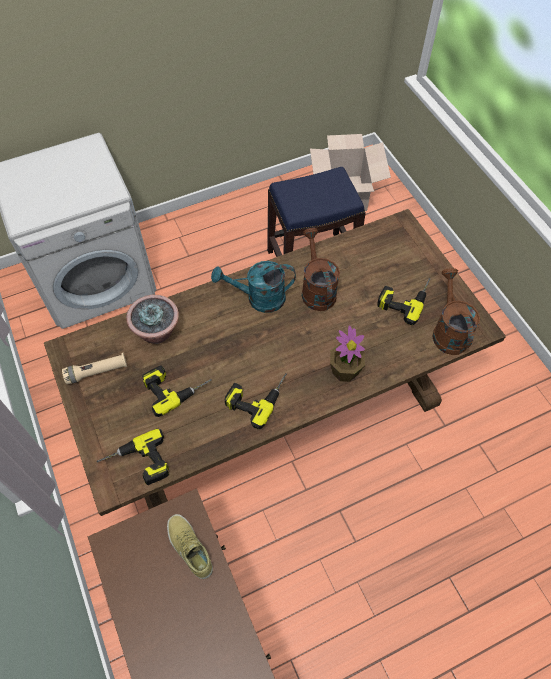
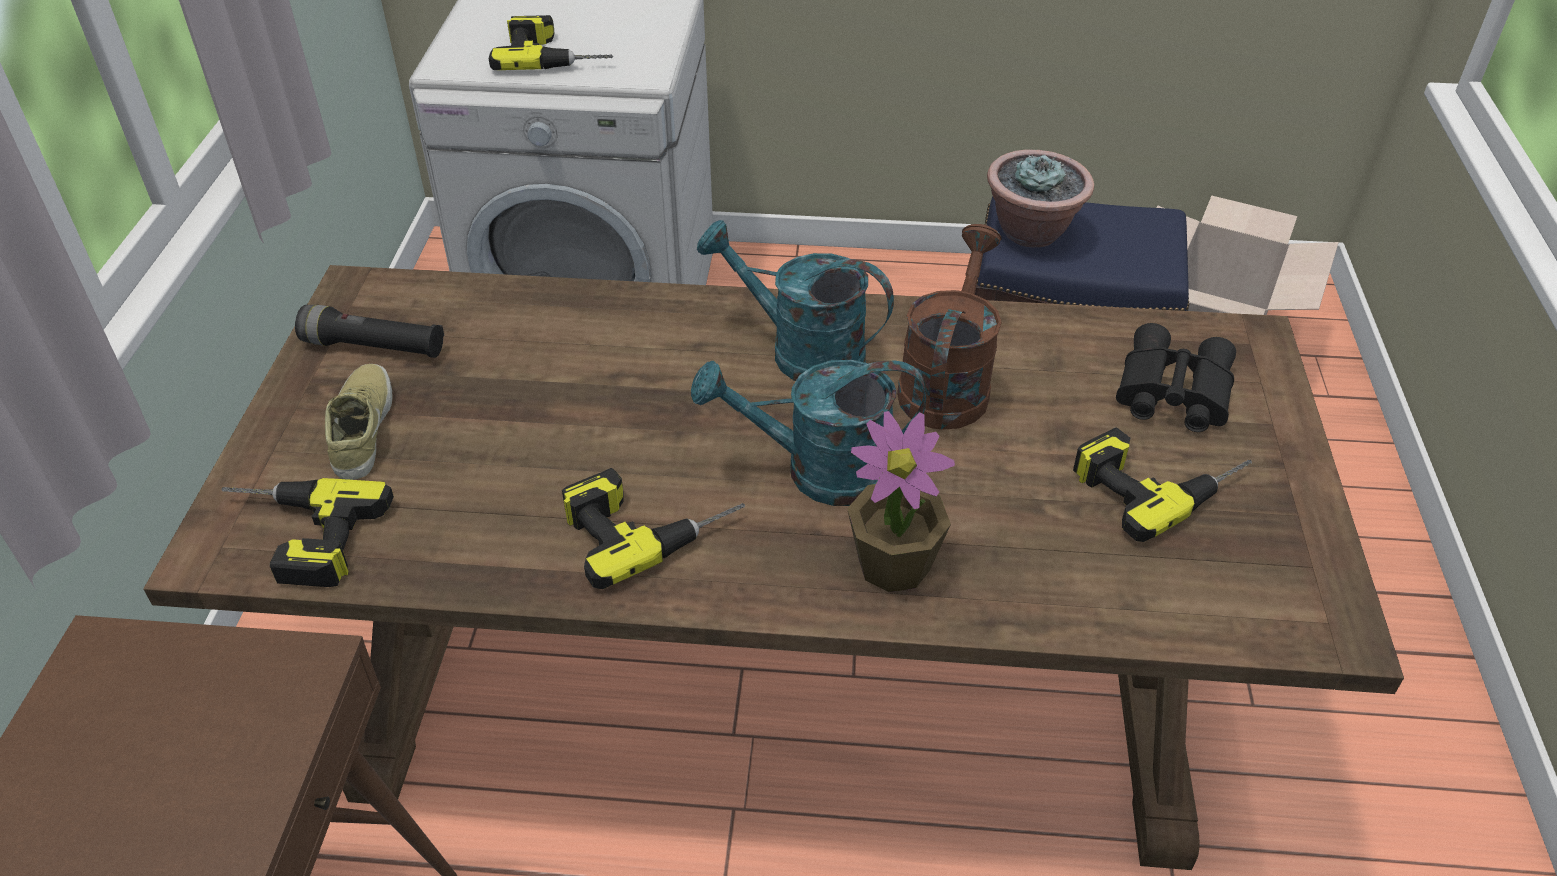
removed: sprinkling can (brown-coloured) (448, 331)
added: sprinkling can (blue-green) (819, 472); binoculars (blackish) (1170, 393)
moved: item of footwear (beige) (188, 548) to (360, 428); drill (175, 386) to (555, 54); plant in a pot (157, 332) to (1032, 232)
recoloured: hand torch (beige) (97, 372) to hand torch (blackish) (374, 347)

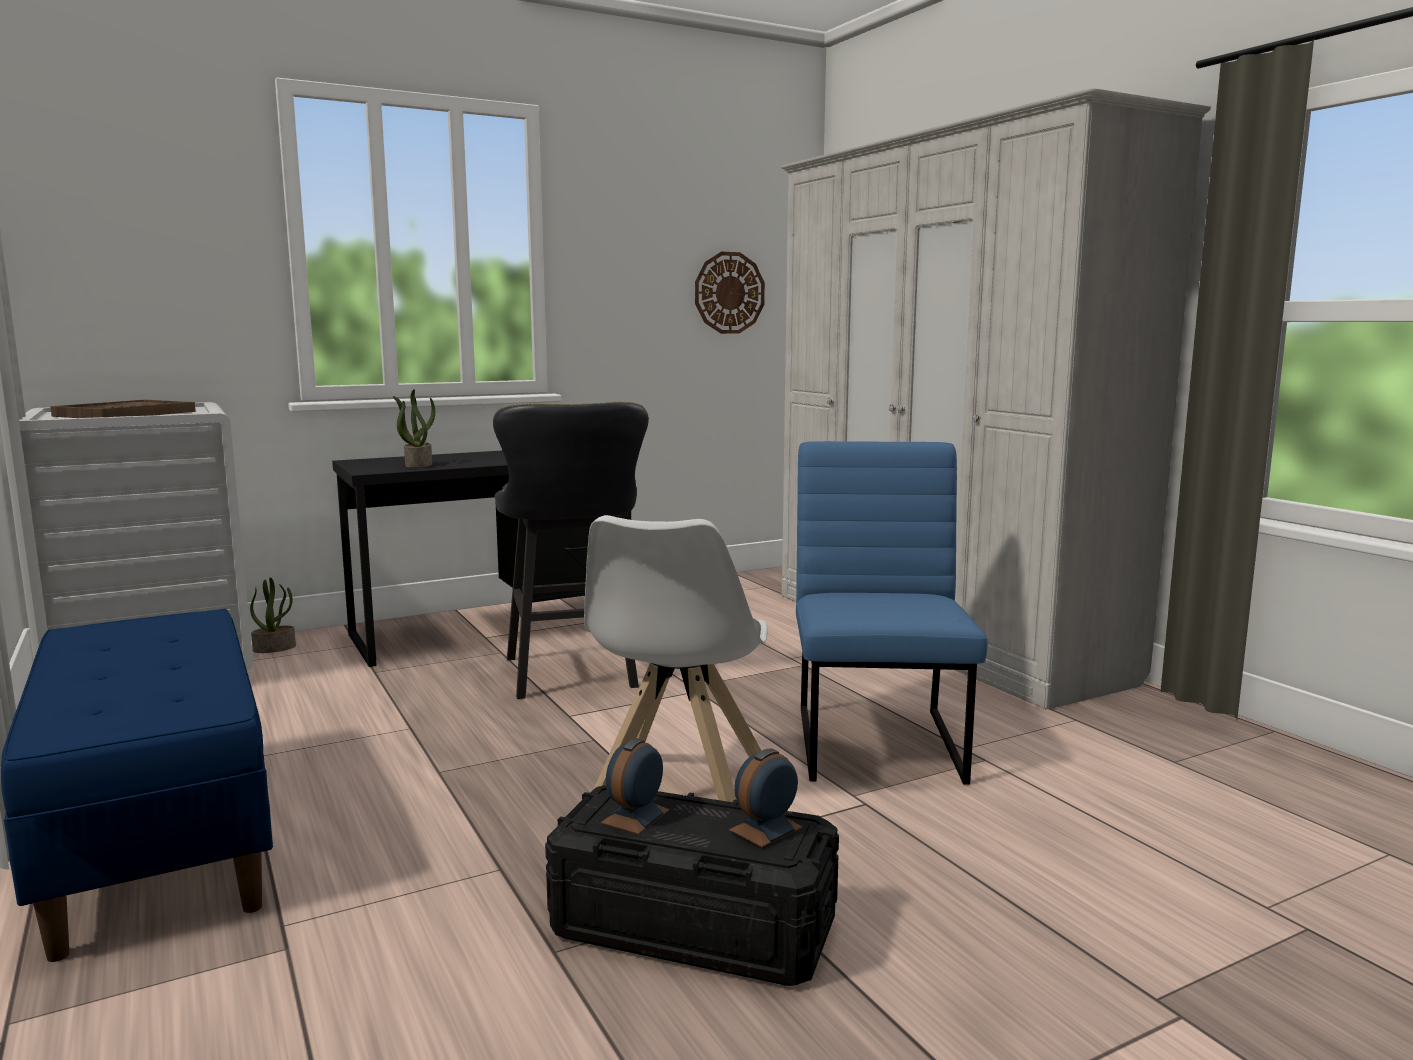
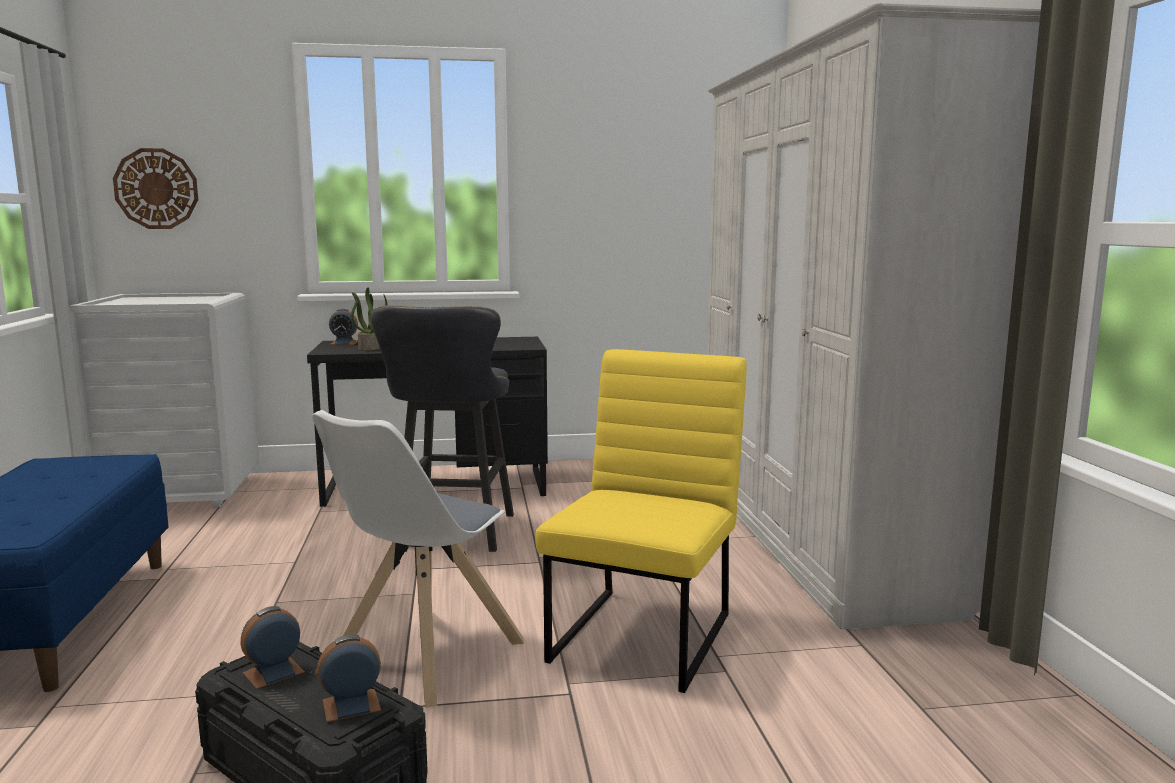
removed: serving tray (brown-coloured) (125, 414); plant in a pot (275, 648)
added: bedside clock (344, 343)
moved: wall clock (729, 293) to (156, 189)
recoloured: upright chair (blue) (878, 741) to upright chair (yellow-coloured) (645, 634)

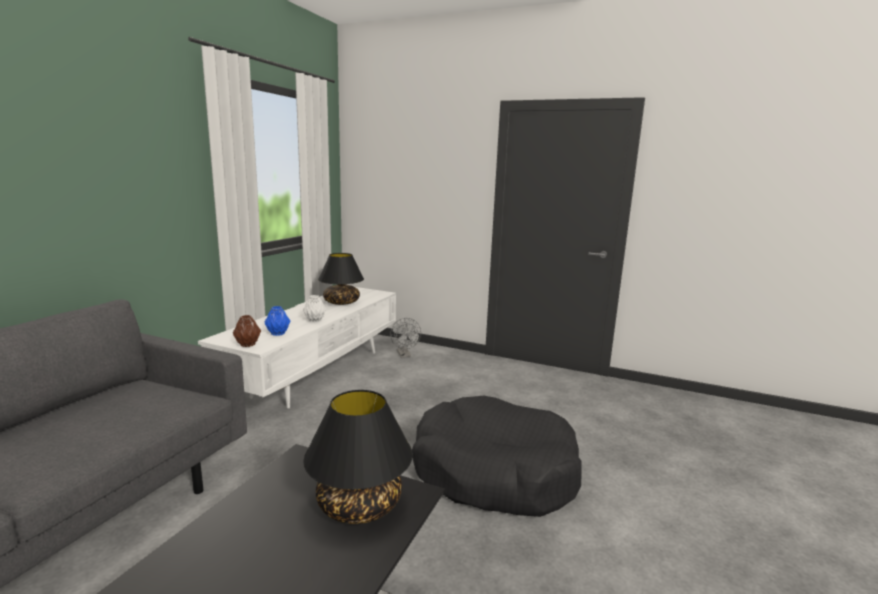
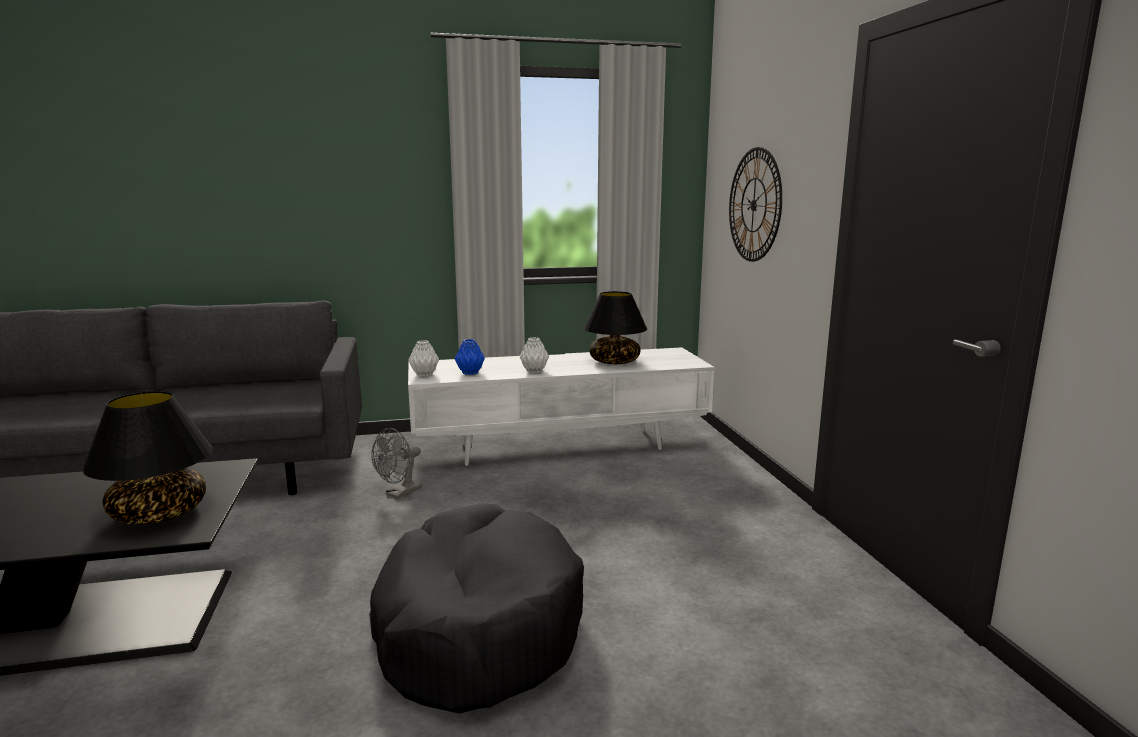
added: wall clock (754, 205)
moved: fan (gray) (404, 355) to (399, 493)
recoloured: flower vase (brown-coloured) (248, 345) to flower vase (white) (424, 374)

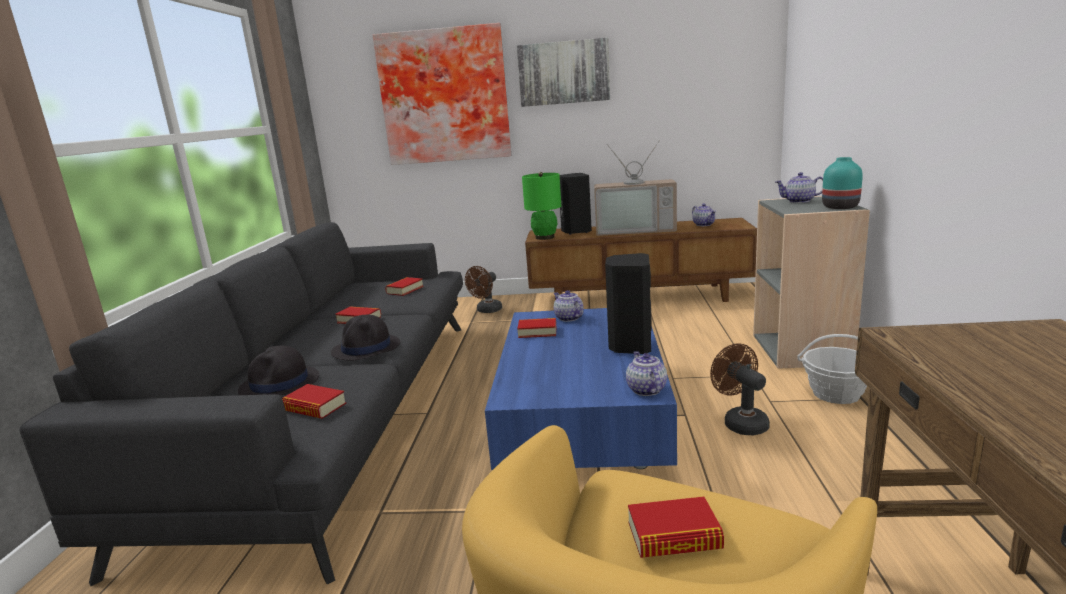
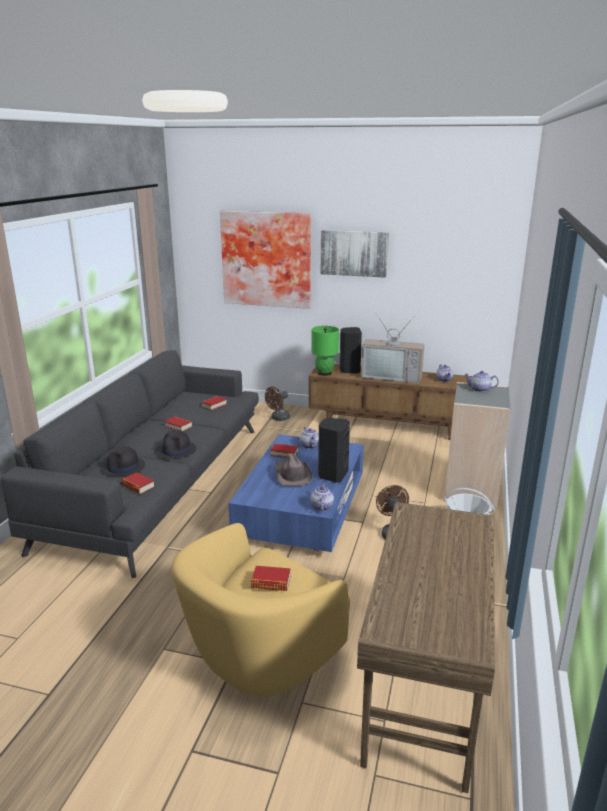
removed: flower vase (blue-green) (839, 207)
added: clothing hat (brown-coloured) (292, 475)

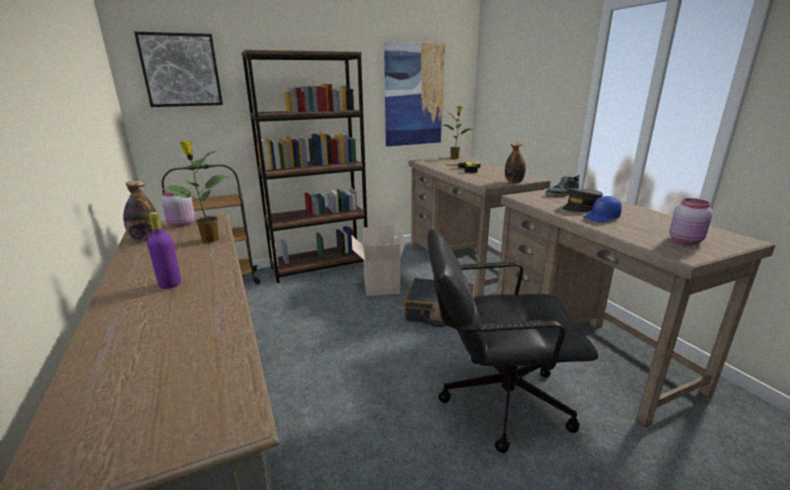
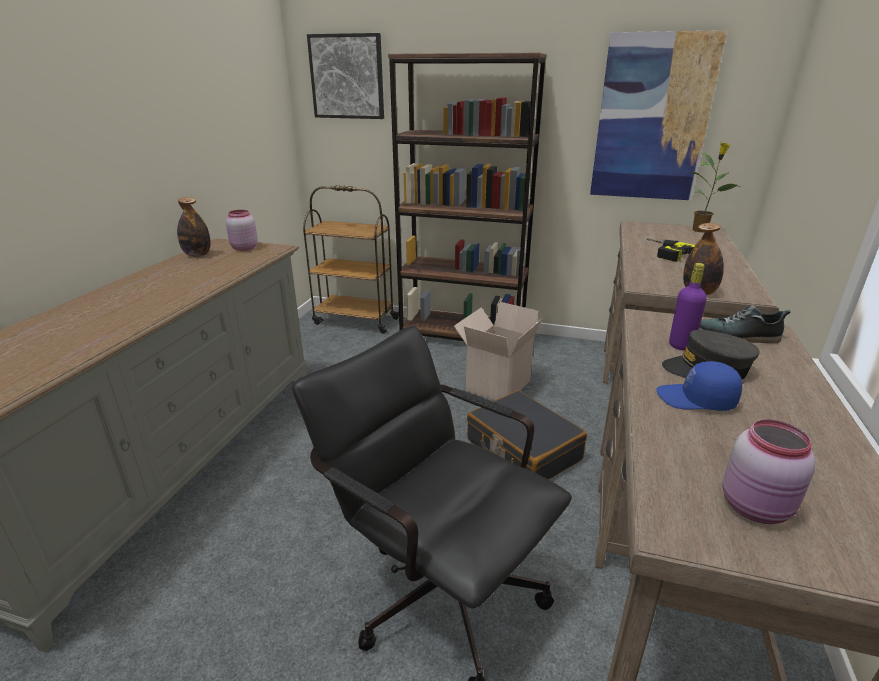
removed: plant in a pot (209, 240)
moved: bottle (purple) (170, 284) to (680, 345)

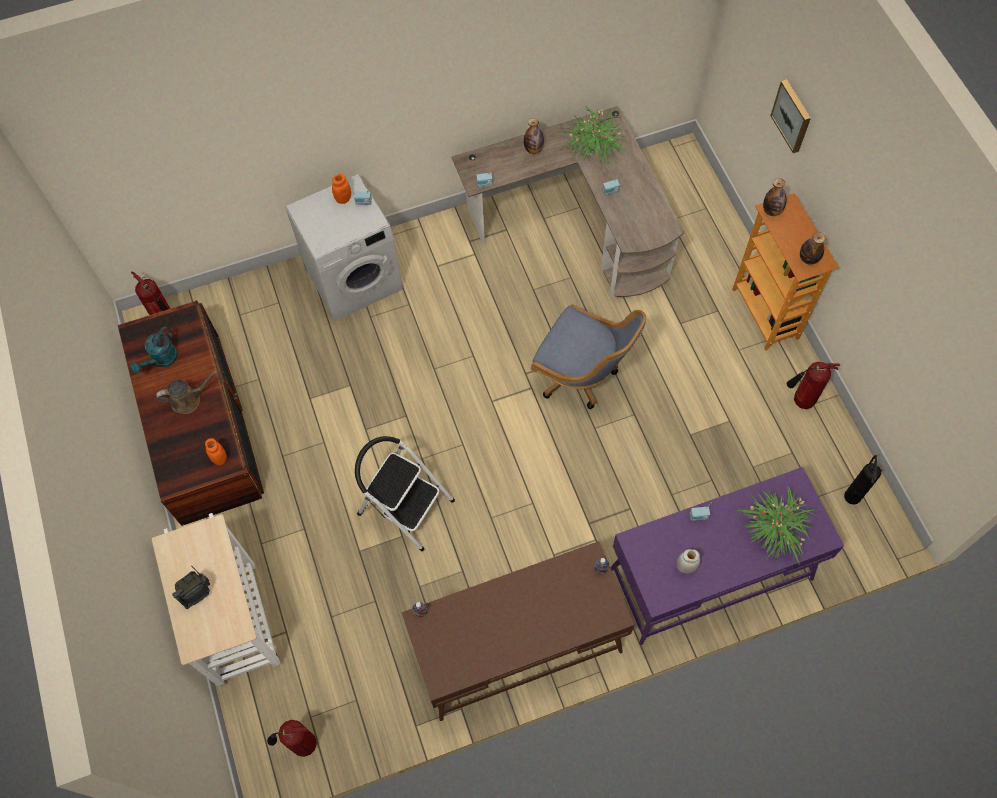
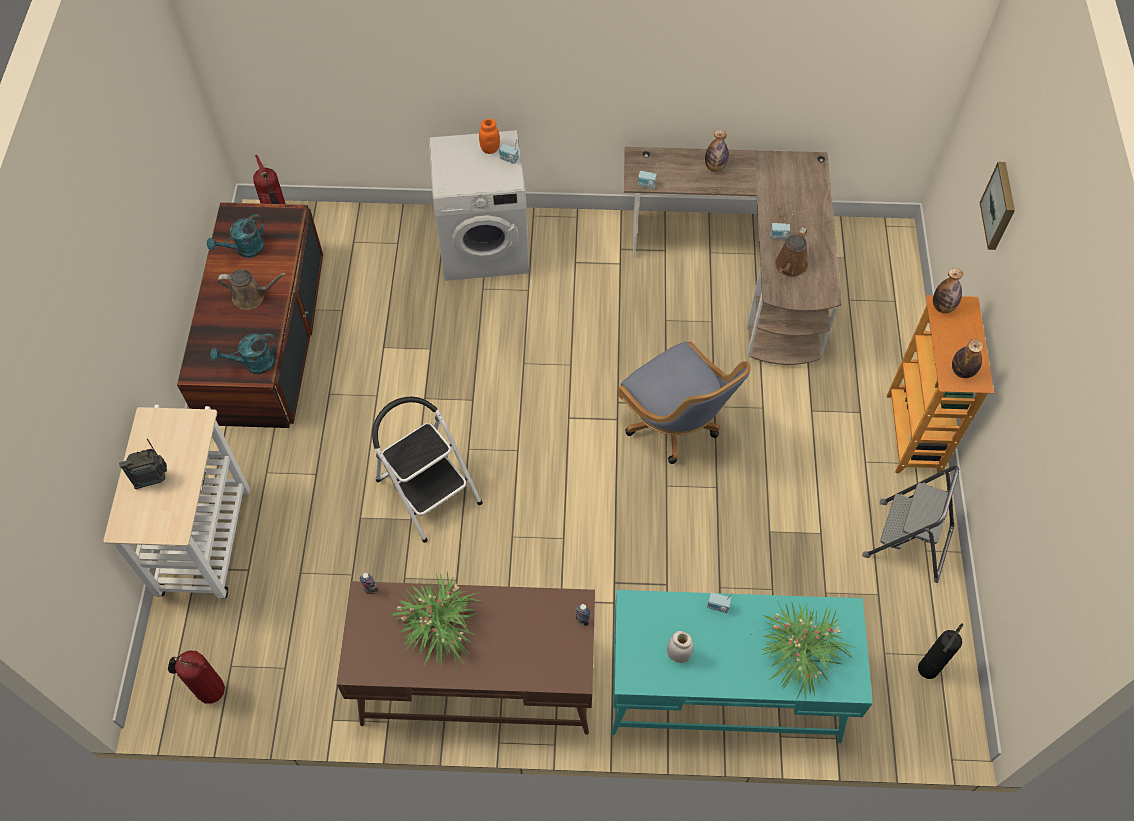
added: sprinkling can (brown-coloured) (789, 267)
moved: plant in a pot (594, 146) to (438, 627)
replaced: storage jar (orangey) (219, 458) to sprinkling can (blue-green) (253, 364); fire extinguisher (800, 401) to stepladder (gray) (912, 542)
recoloured: desk (purple) (710, 574) to desk (blue-green) (724, 689)

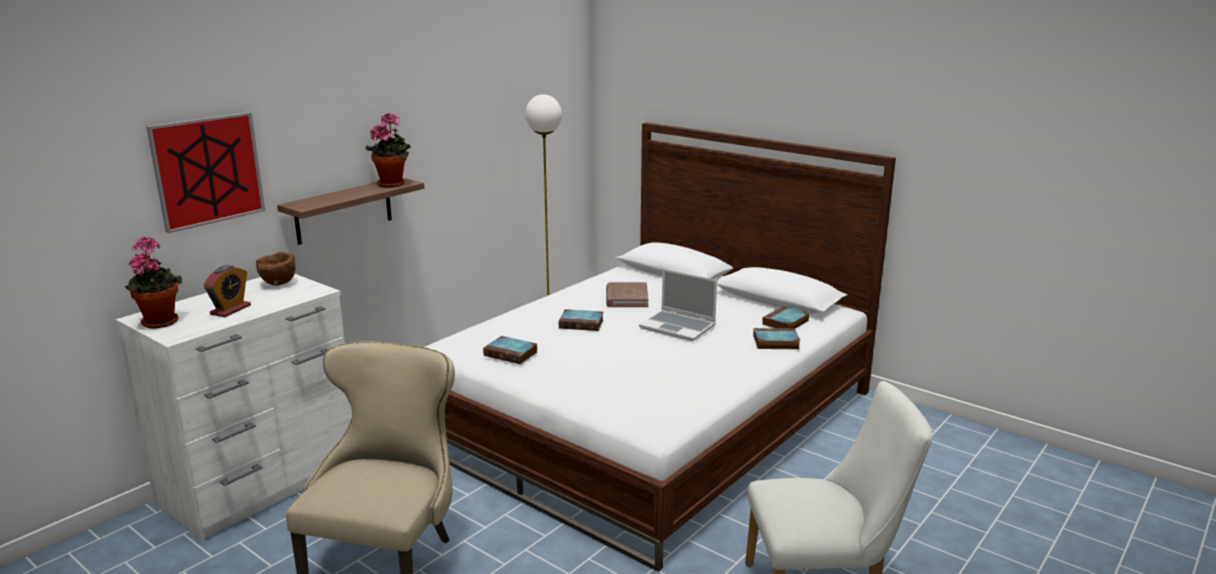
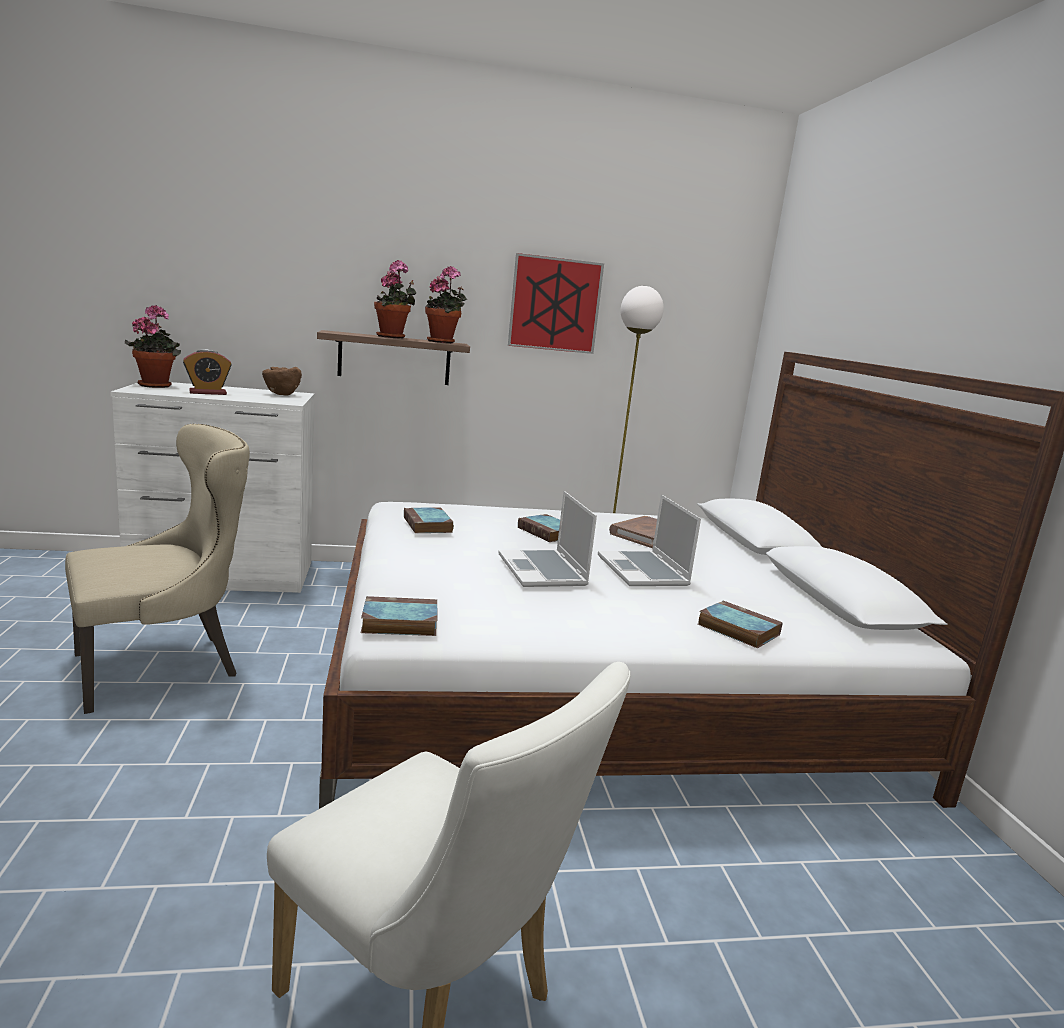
added: plant in a pot (393, 337); portable computer (543, 571)
moved: book (785, 323) to (398, 623); wall art (208, 170) to (555, 304)

